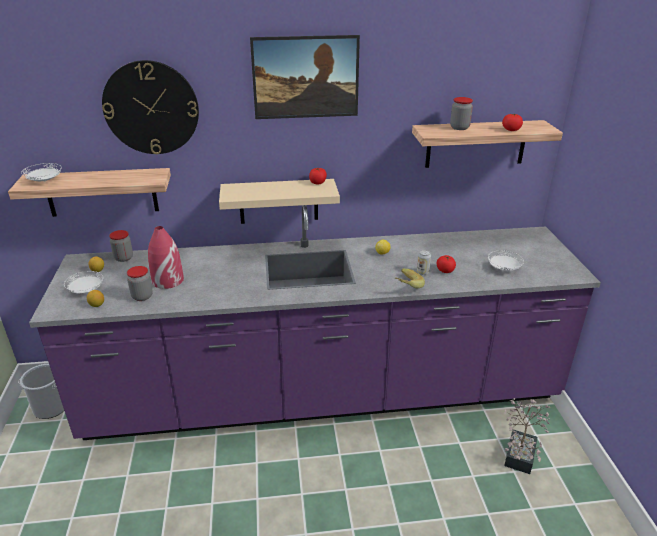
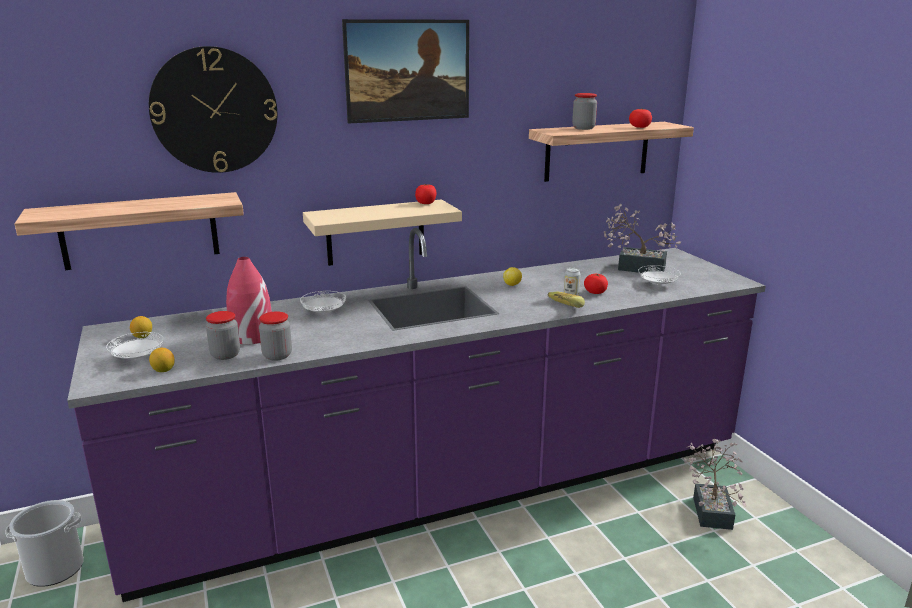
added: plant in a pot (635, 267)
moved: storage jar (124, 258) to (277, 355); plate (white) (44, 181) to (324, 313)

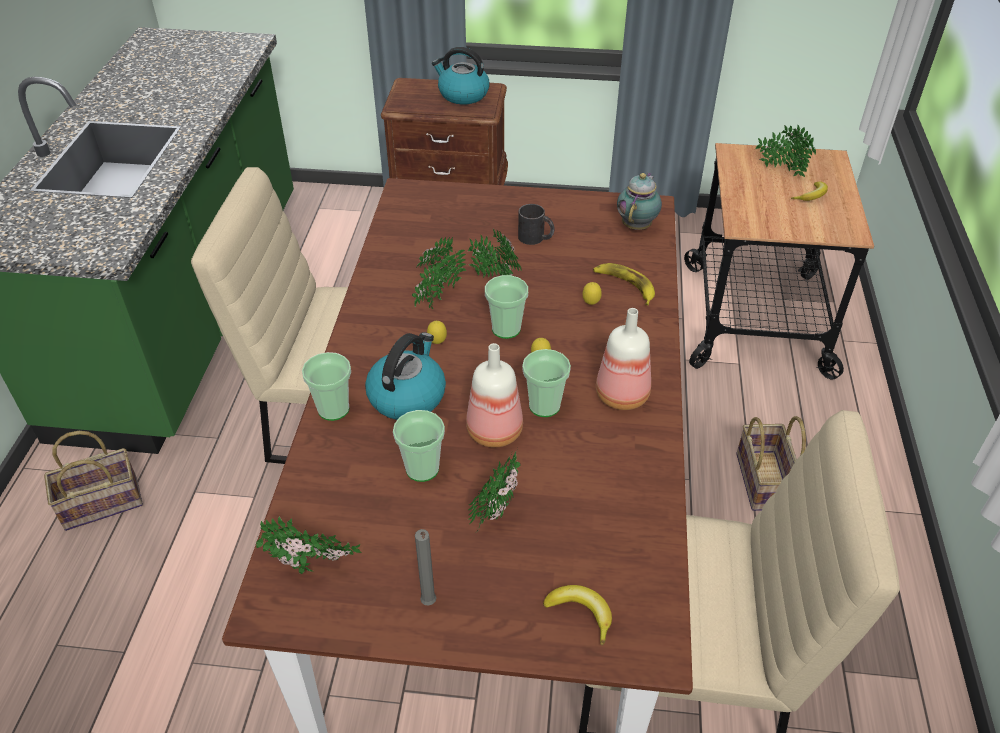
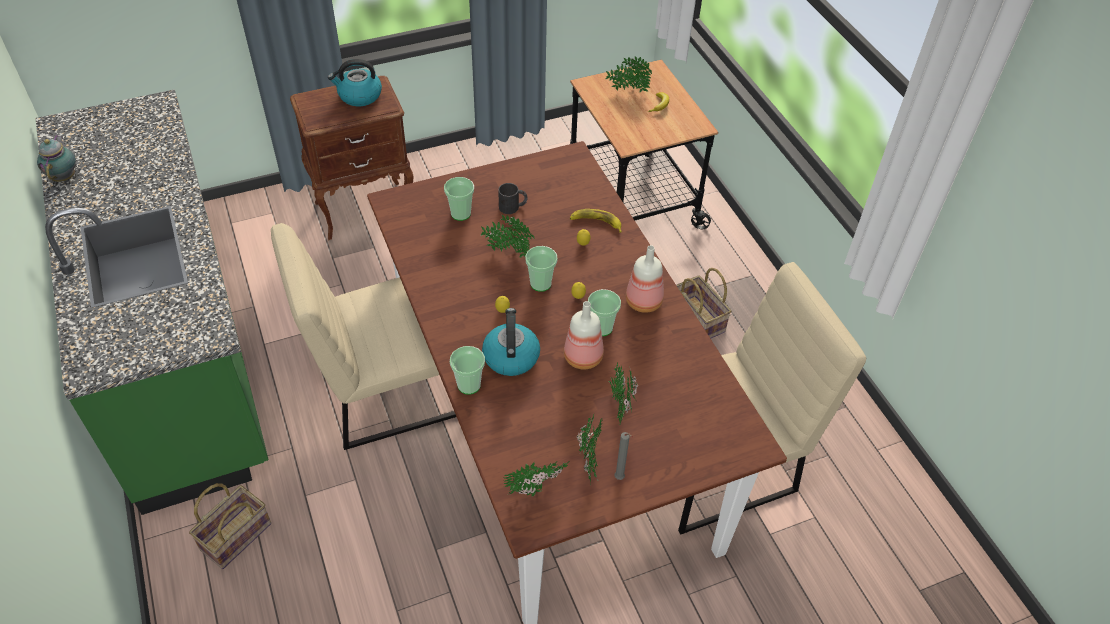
removed: whole banana (581, 613)
moved: tea pot (637, 225) to (65, 176); small cup (422, 468) to (460, 213); plant in a pot (436, 298) to (589, 464)

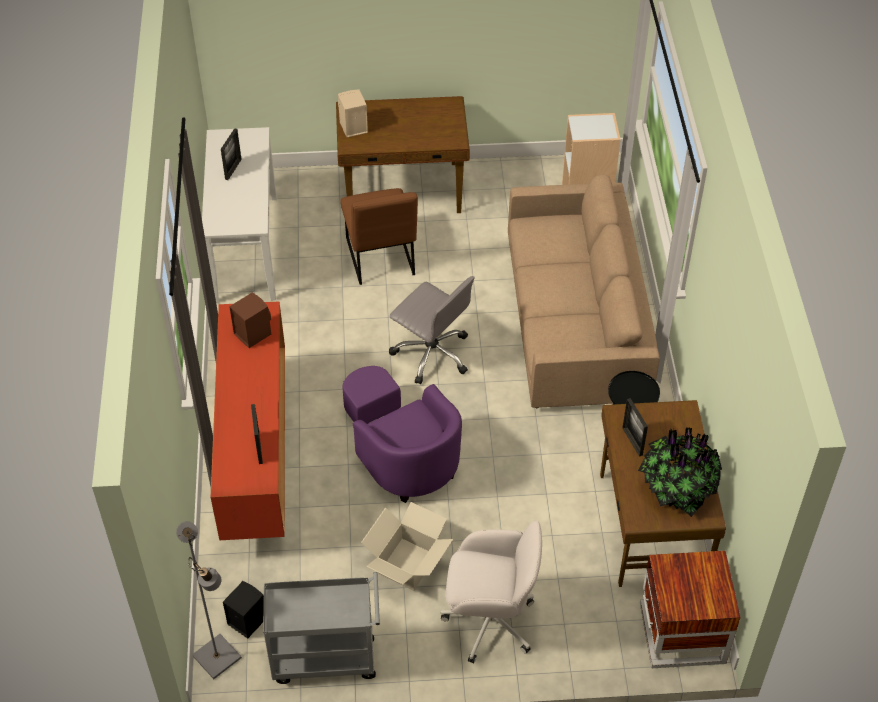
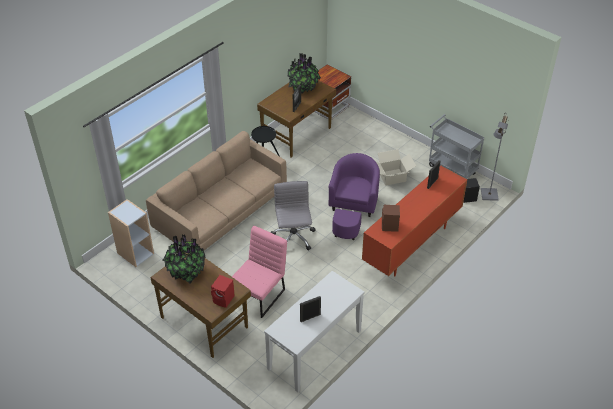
removed: computer chair (white) (490, 623)
added: plant in a pot (186, 271)
recoloured: speaker (beige) (352, 127) to speaker (red) (224, 299); upright chair (brown-coloured) (380, 258) to upright chair (pink) (260, 295)

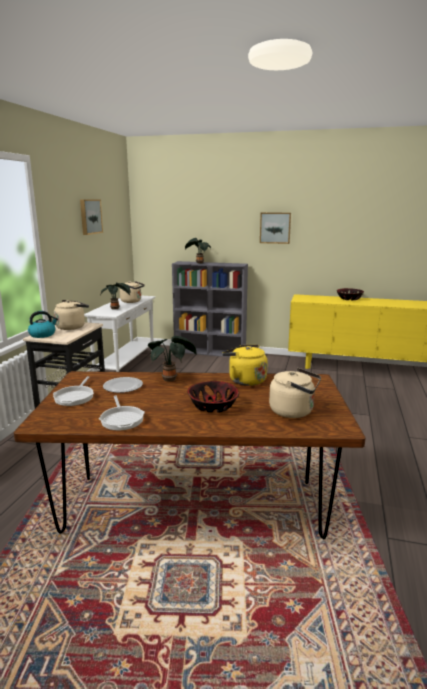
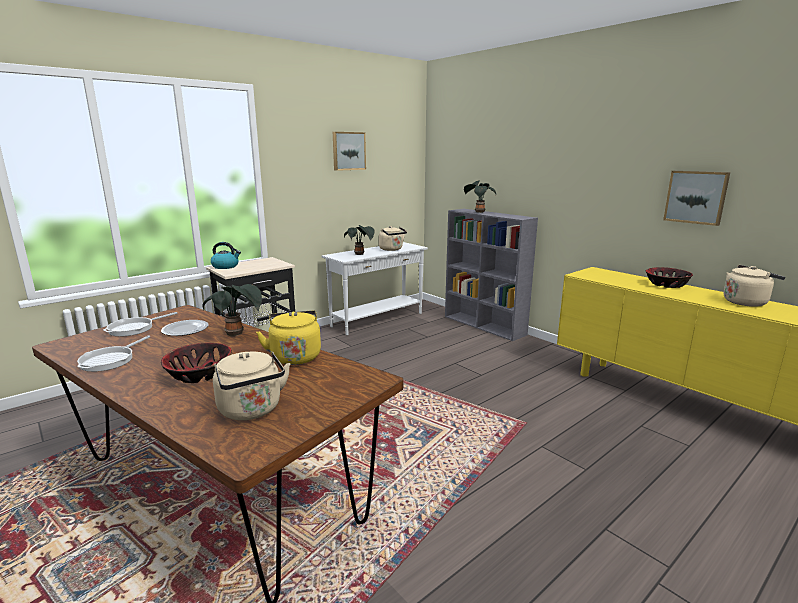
moved: wall art (275, 228) to (696, 197); tea kettle (beige) (72, 327) to (746, 302)

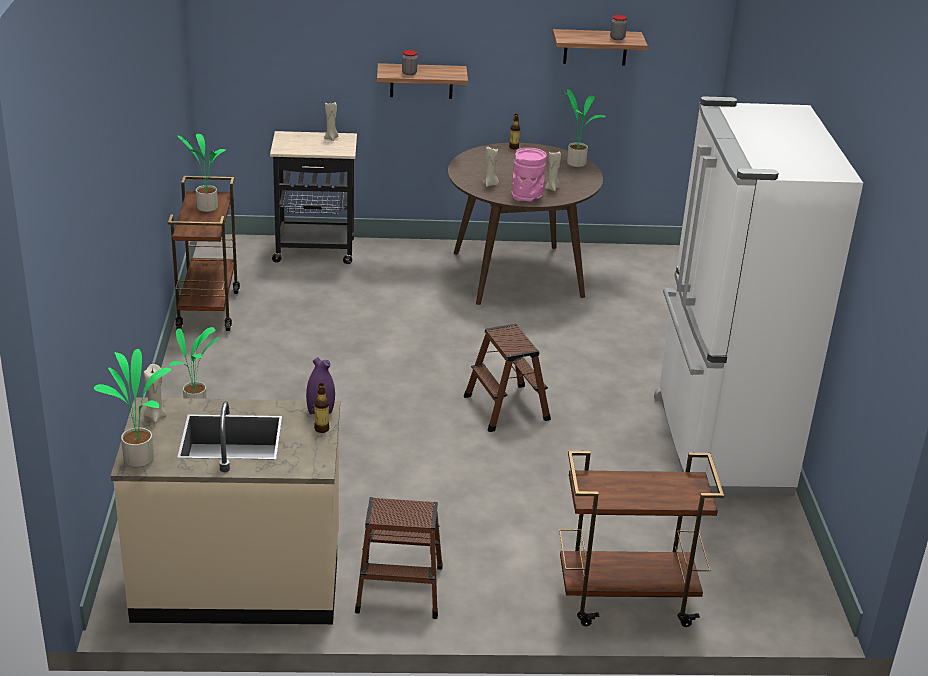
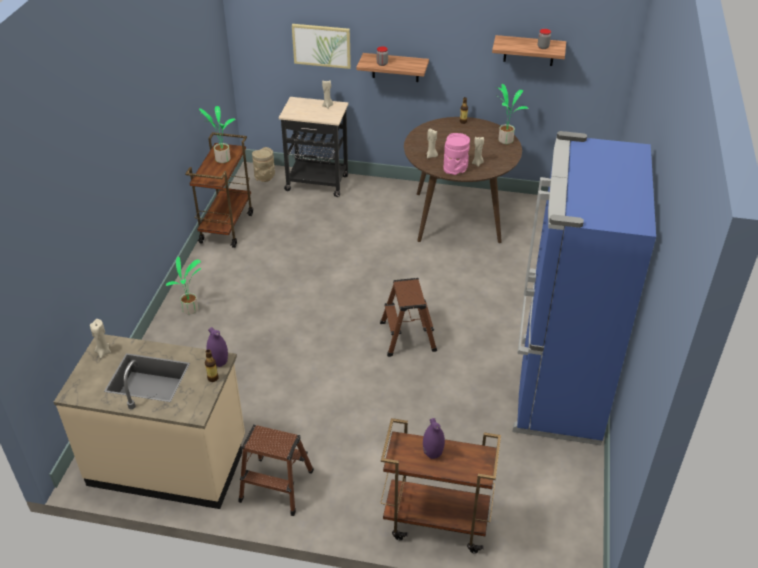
removed: plant in a pot (140, 458)
added: flower vase (beige) (265, 178); wall art (321, 45); flower vase (purple) (433, 452)
recoloured: fridge (white) (717, 445) to fridge (blue) (556, 390)

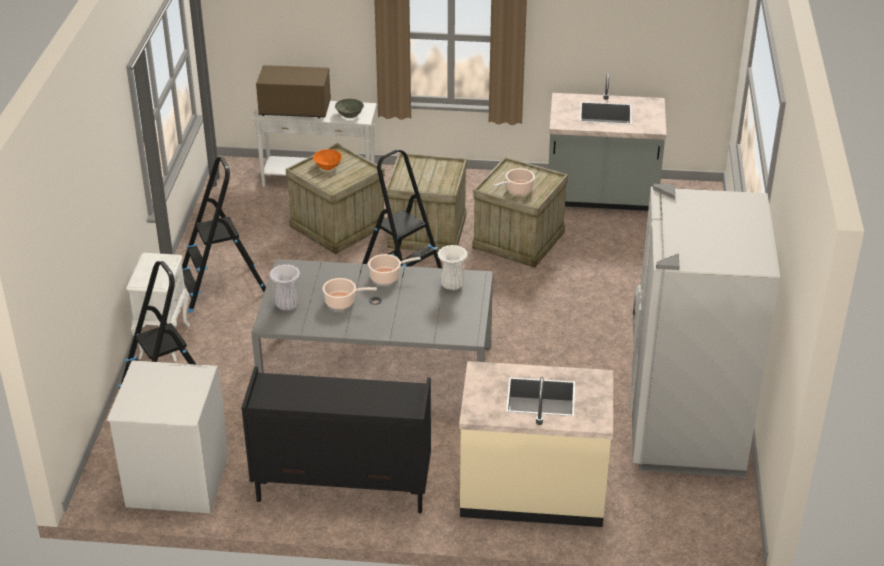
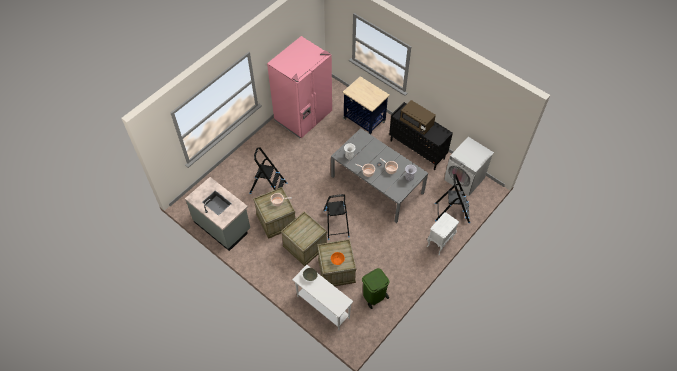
added: waste bin (green-coloured) (374, 296)
moved: stepladder (blackish) (221, 289) to (268, 188); kitchen microwave (brown-coloured) (295, 109) to (416, 123)
replaced: kitchen counter (beige) (533, 490) to trolley (blue) (364, 121)
recoloured: fridge (white) (684, 427) to fridge (pink) (303, 116)

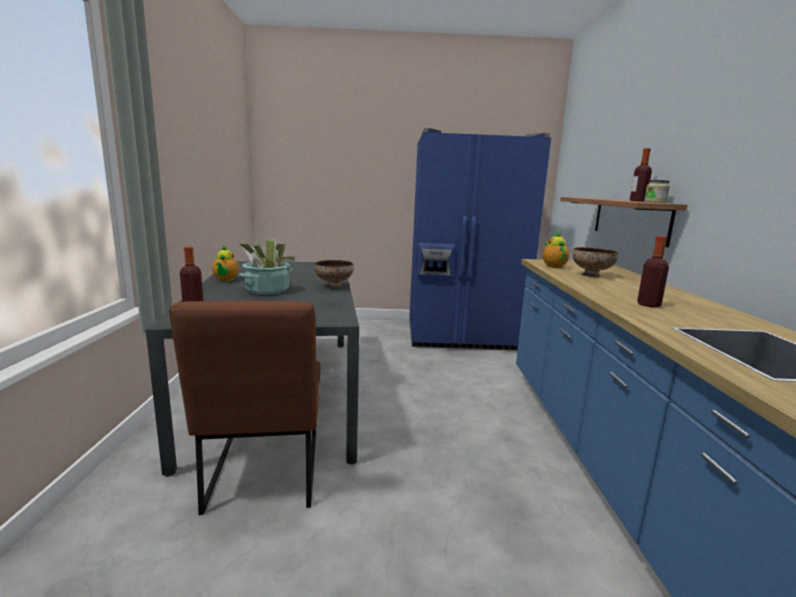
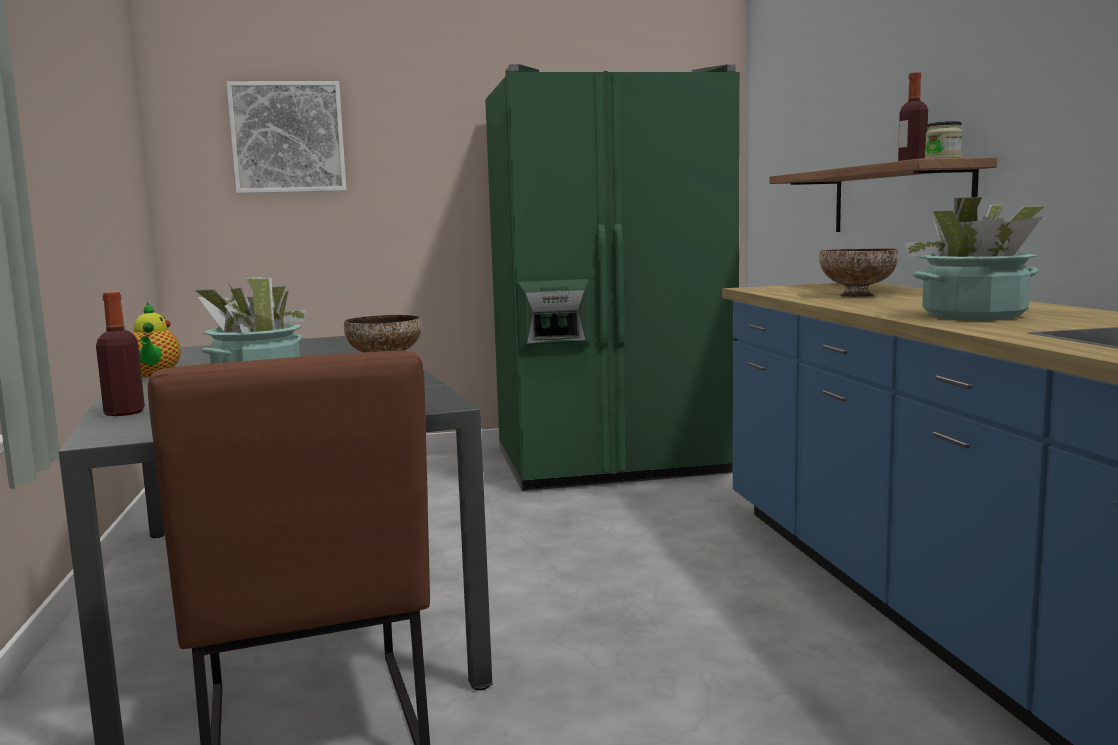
removed: tea pot (553, 266)
added: wall art (288, 137)
replaced: bottle (648, 305) to plant in a pot (974, 315)
recoloured: fridge (blue) (462, 335) to fridge (green-coloured) (612, 463)

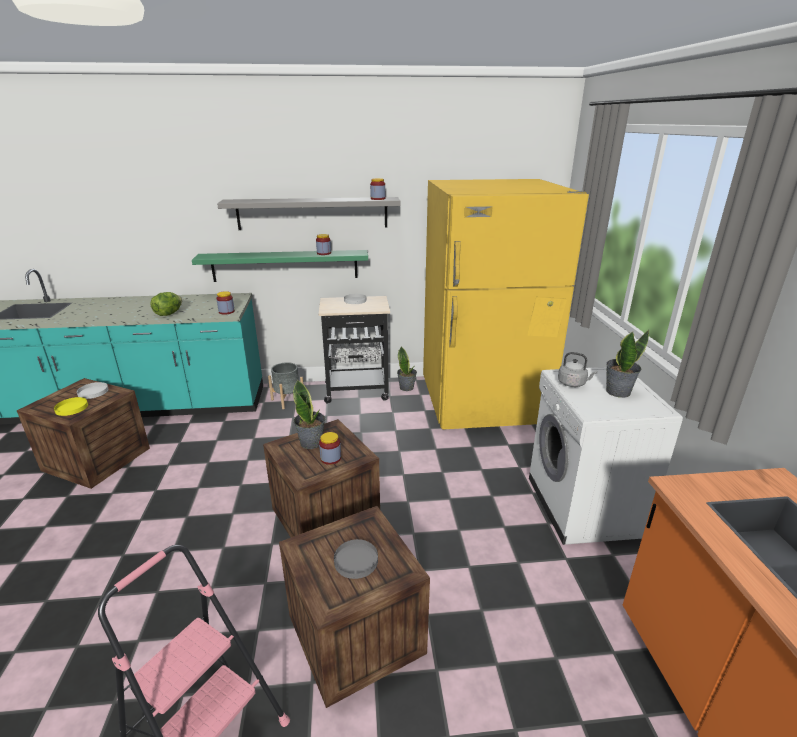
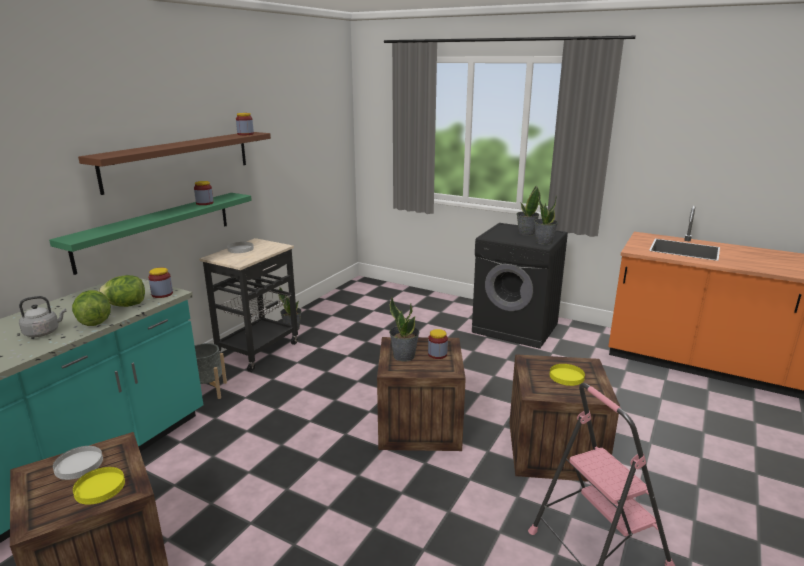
removed: fridge (yellow-coloured) (483, 399)
added: lettuce head (126, 305); plant in a pot (544, 241)
moved: tea kettle (gray) (573, 383) to (44, 332)
recoloured: wall shelf (gray) (312, 213) to wall shelf (brown-coloured) (179, 160); washing machine (white) (580, 507) to washing machine (blackish) (514, 329); plate (gray) (356, 560) to plate (yellow-coloured) (566, 376)

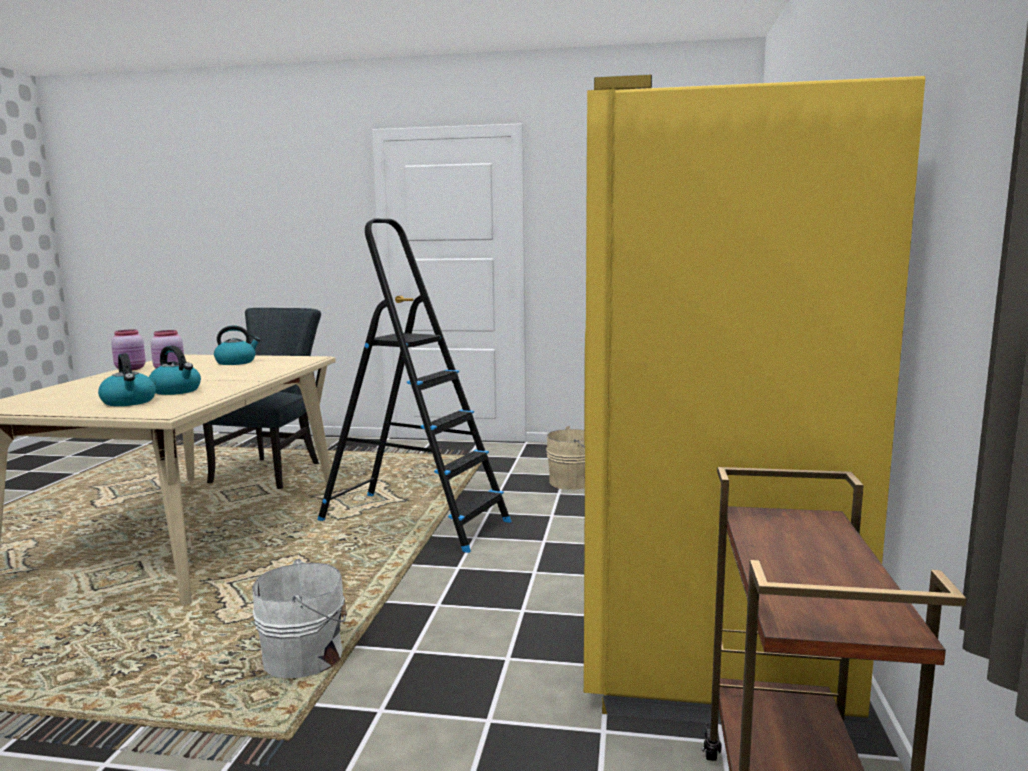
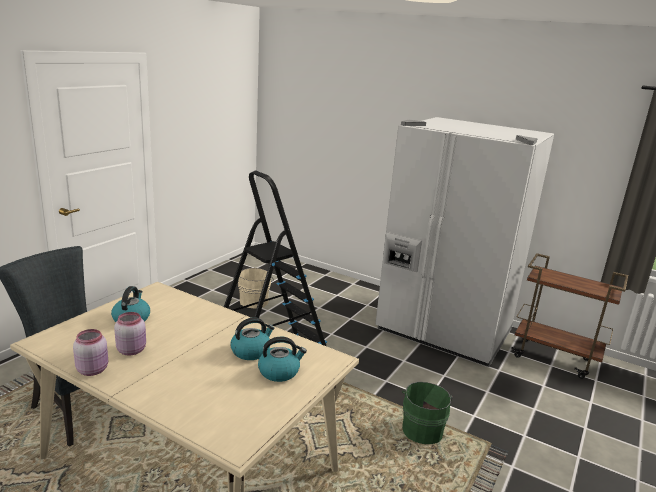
recoloured: fridge (yellow-coloured) (703, 636) to fridge (white) (444, 330); bucket (white) (307, 657) to bucket (green-coloured) (422, 429)

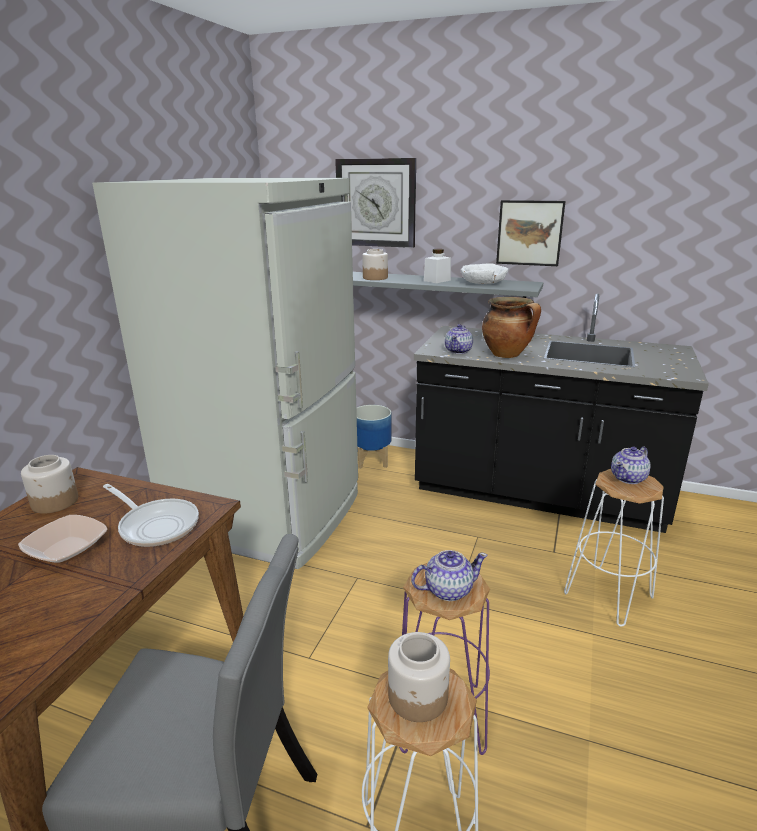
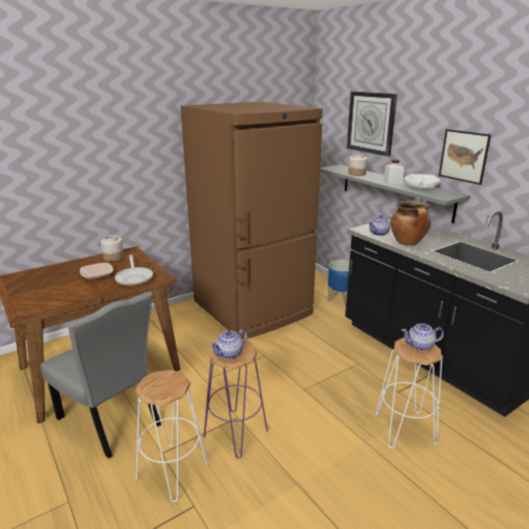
removed: storage jar (418, 697)
recoloured: fridge (white) (268, 512) to fridge (brown-coloured) (253, 307)
turned: tea pot (447, 590) = (229, 353) 120 degrees clockwise

